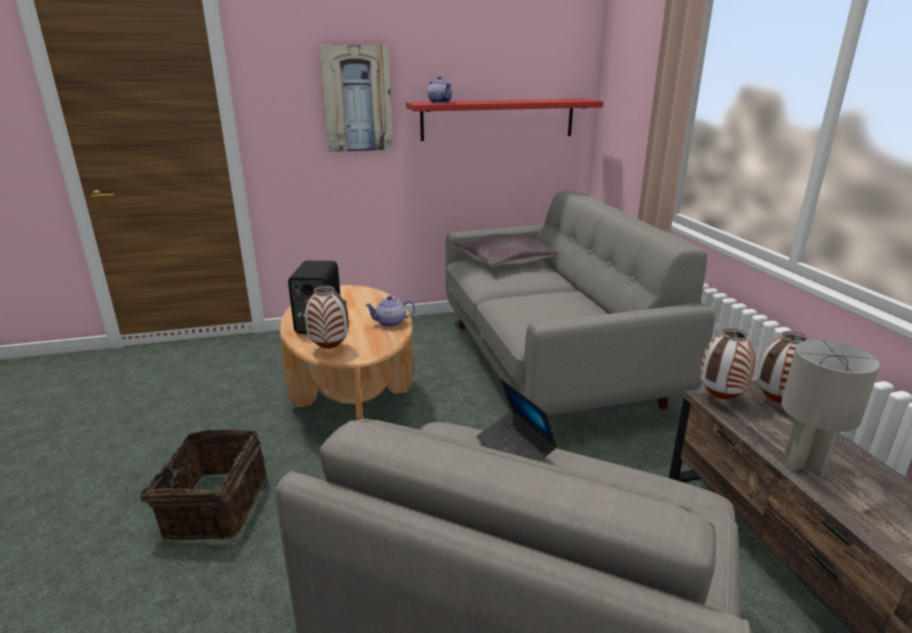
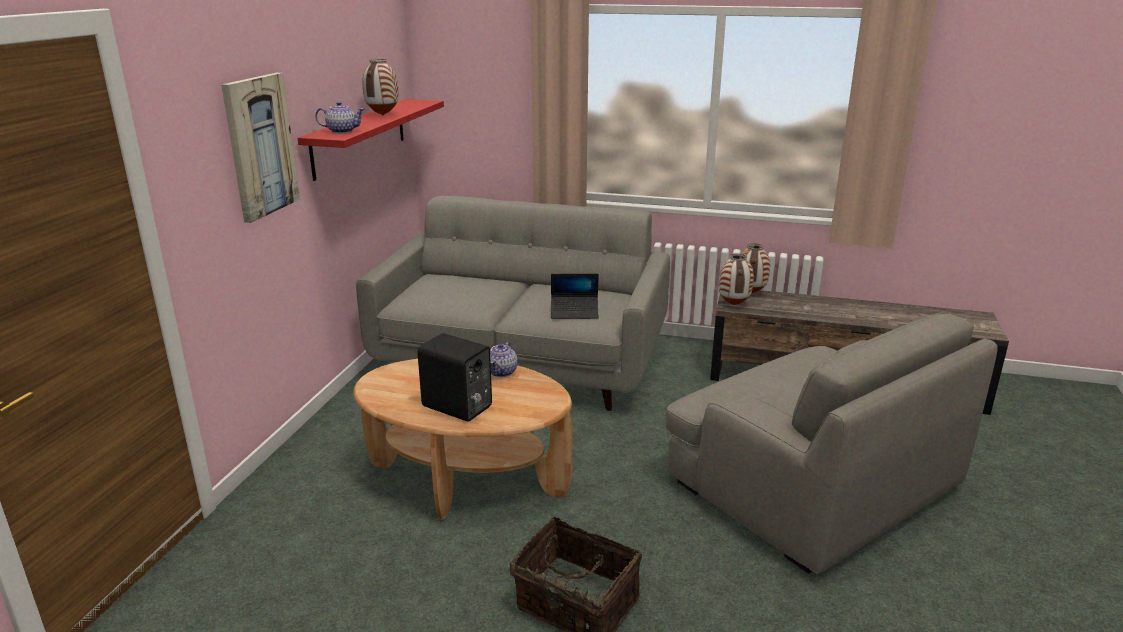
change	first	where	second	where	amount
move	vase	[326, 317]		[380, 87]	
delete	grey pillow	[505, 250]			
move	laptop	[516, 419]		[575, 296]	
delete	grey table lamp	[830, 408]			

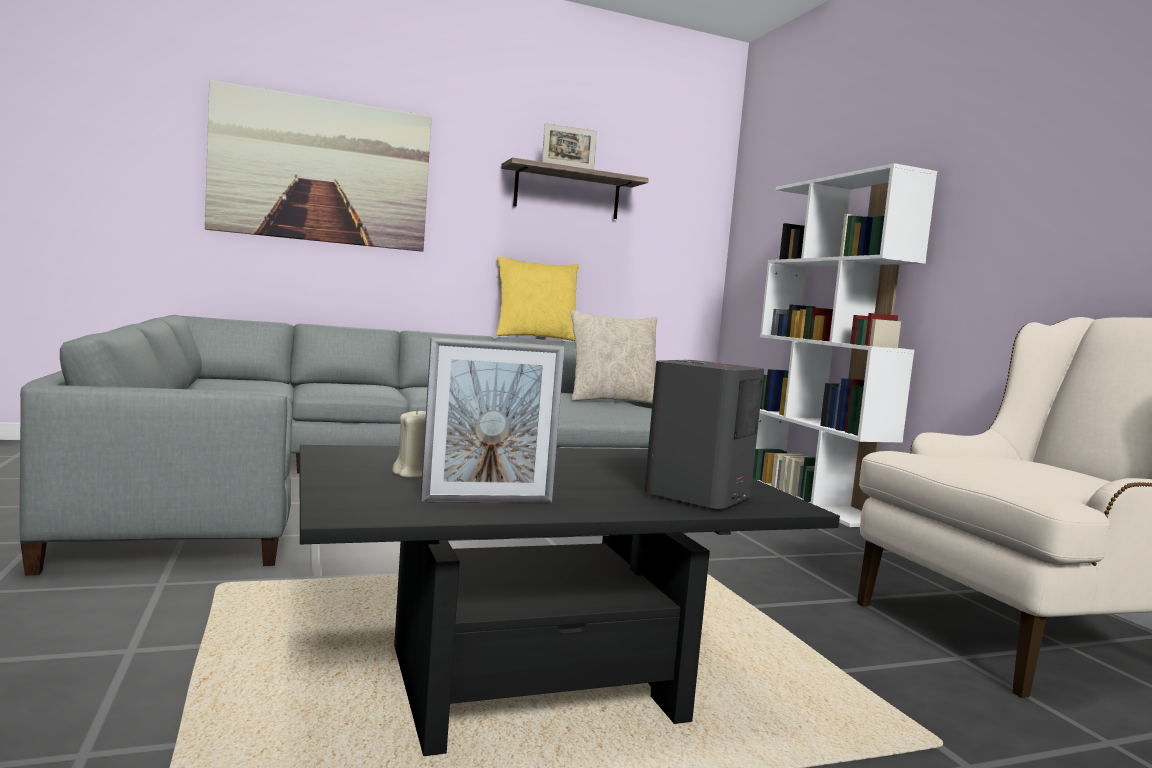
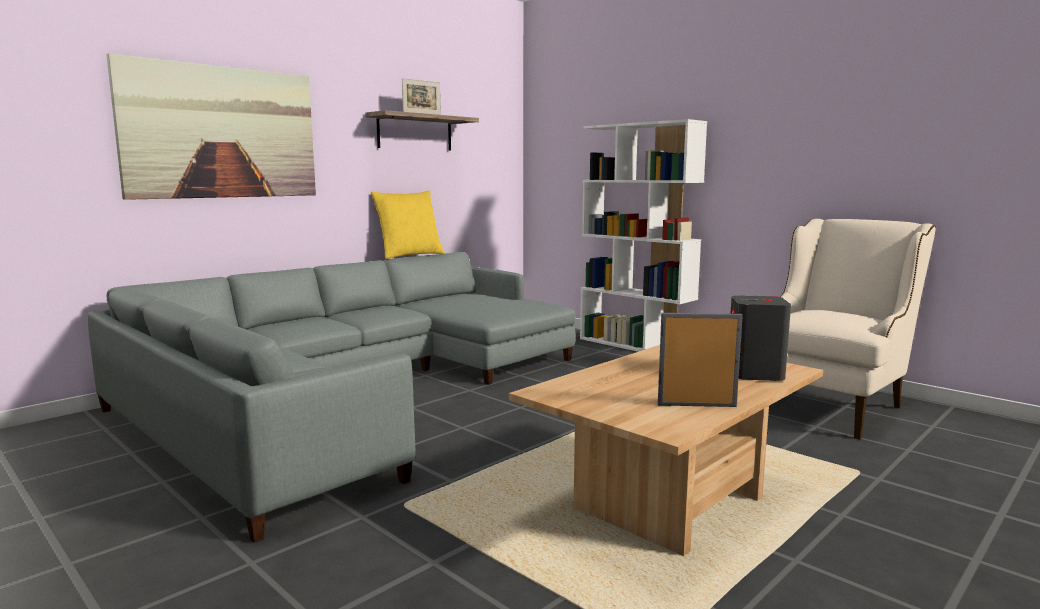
change	first	where	second	where	amount
recolor	black coffee table	[569, 600]	beige coffee table	[666, 450]	
delete	beige candle	[409, 443]			
rotate	picture frame	[493, 420]		[700, 360]	135 degrees counterclockwise
delete	beige pillow	[613, 357]			

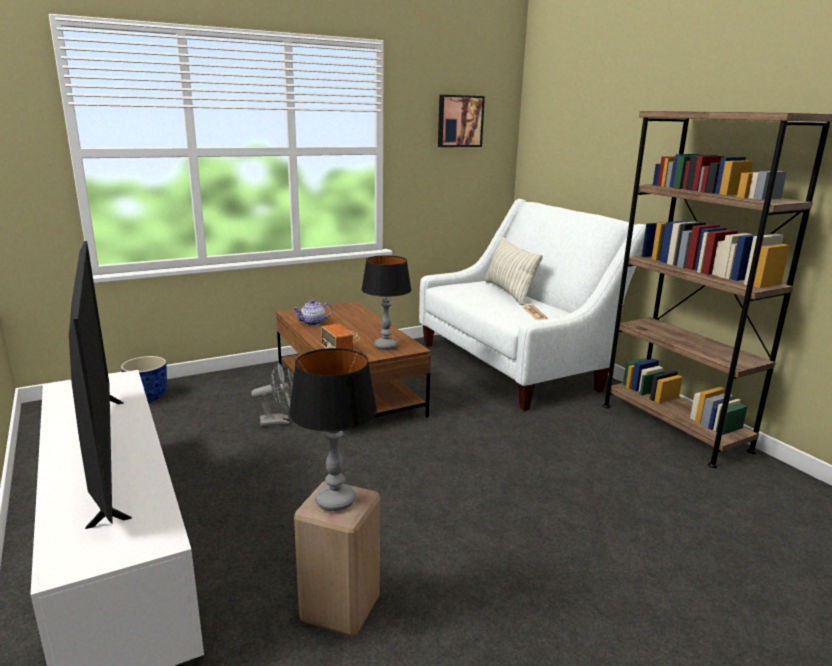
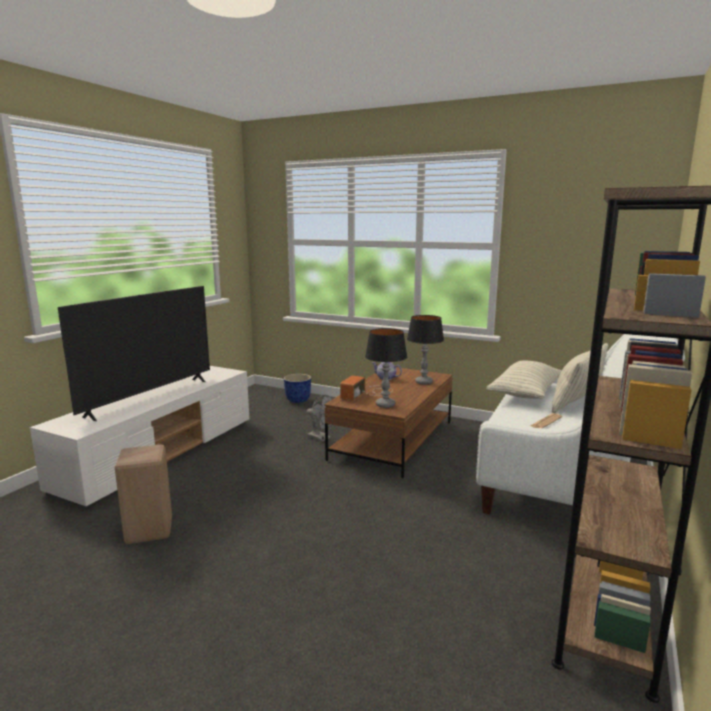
change	first	where	second	where	amount
move	table lamp	[333, 429]		[425, 350]	
delete	picture	[461, 121]			
insert			pillow	[524, 380]	

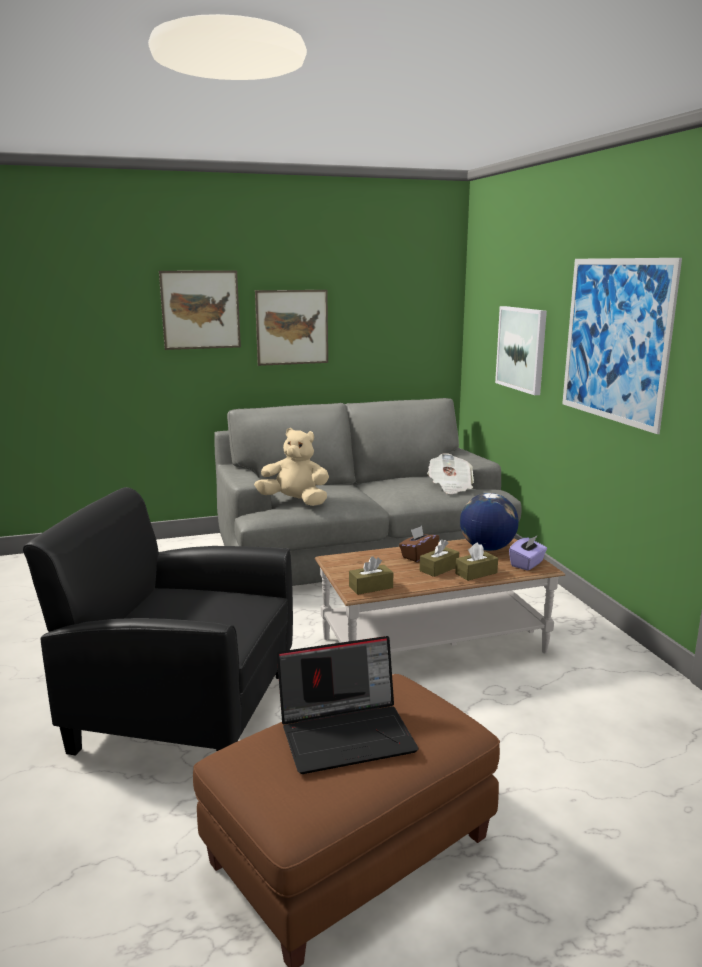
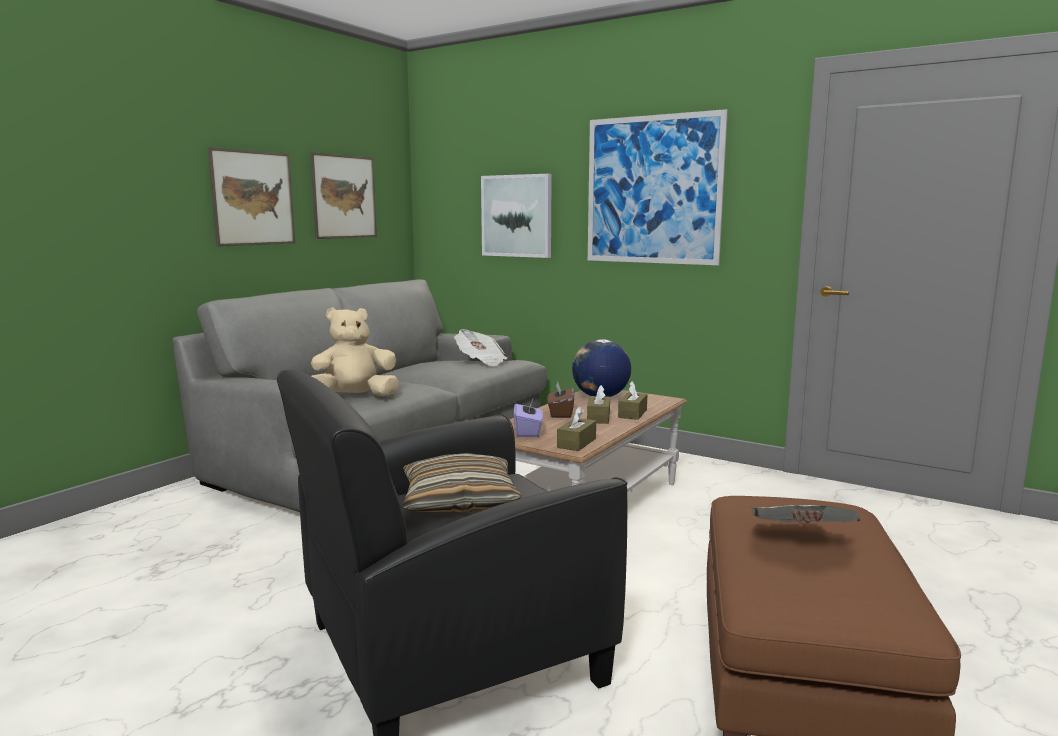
change	first	where	second	where	amount
move	picture	[200, 310]		[343, 195]	
replace	laptop	[348, 705]	newspaper	[806, 515]	
move	purple tissue box	[528, 553]		[528, 418]	
insert			pillow	[462, 483]	

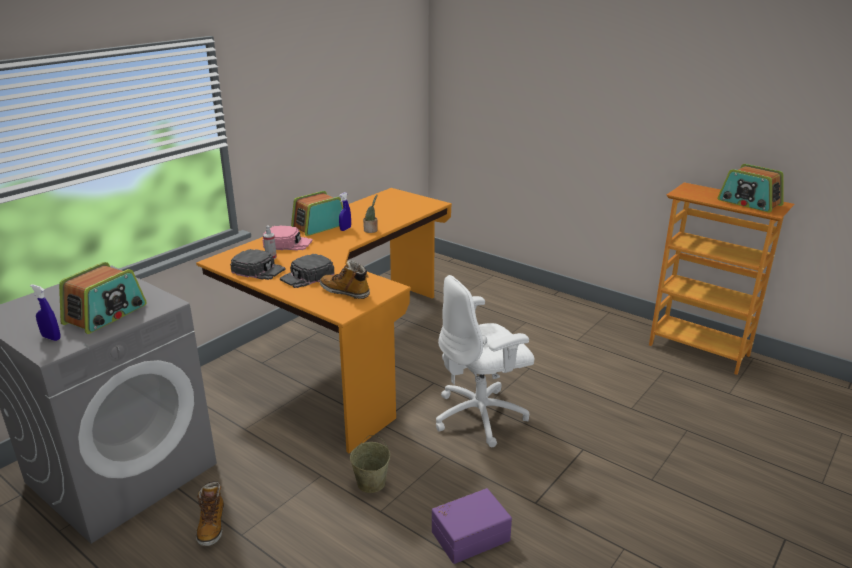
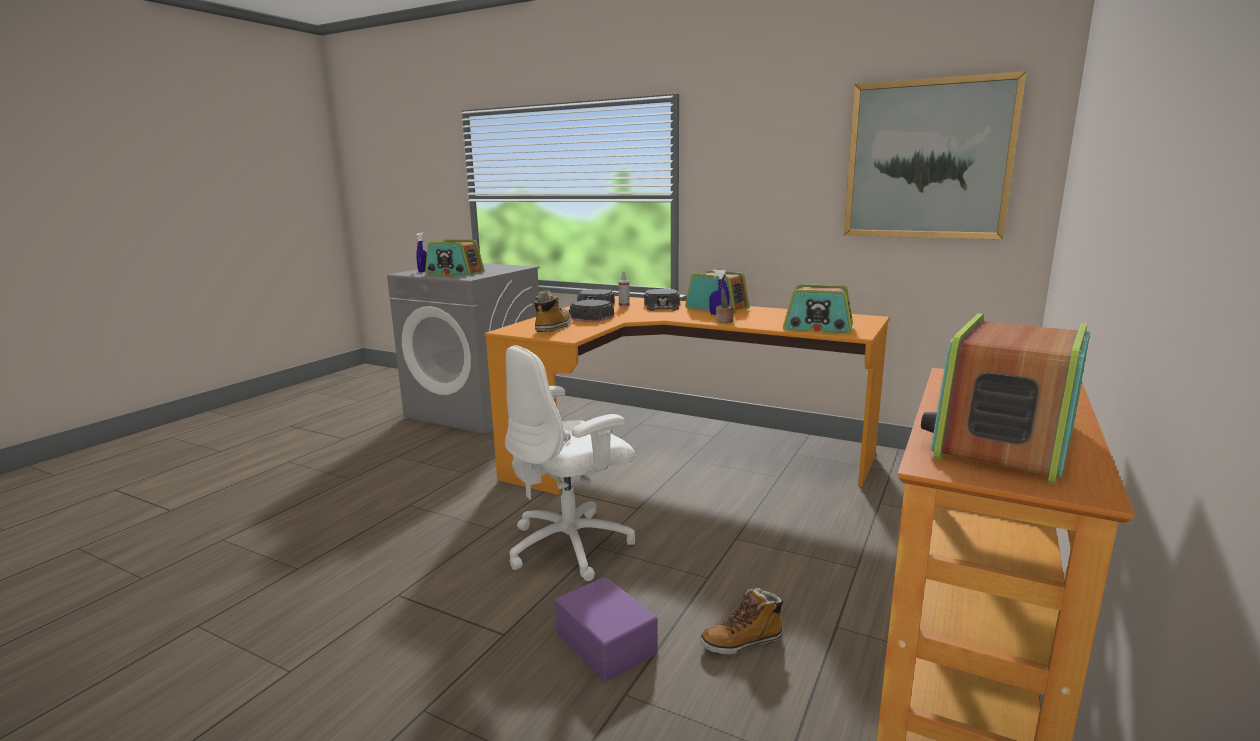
change	first	where	second	where	amount
move	boot	[210, 513]		[741, 621]	
recolor	pink cap	[288, 238]	black cap	[662, 300]	
delete	beige bucket	[370, 464]			
move	purple storage box	[472, 526]		[606, 629]	
rotate	white office chair	[485, 361]		[570, 463]	90 degrees counterclockwise
insert			radio	[818, 309]	
insert			picture	[935, 155]	

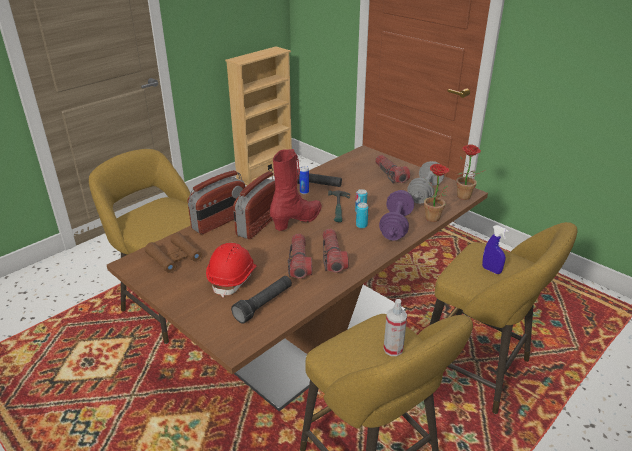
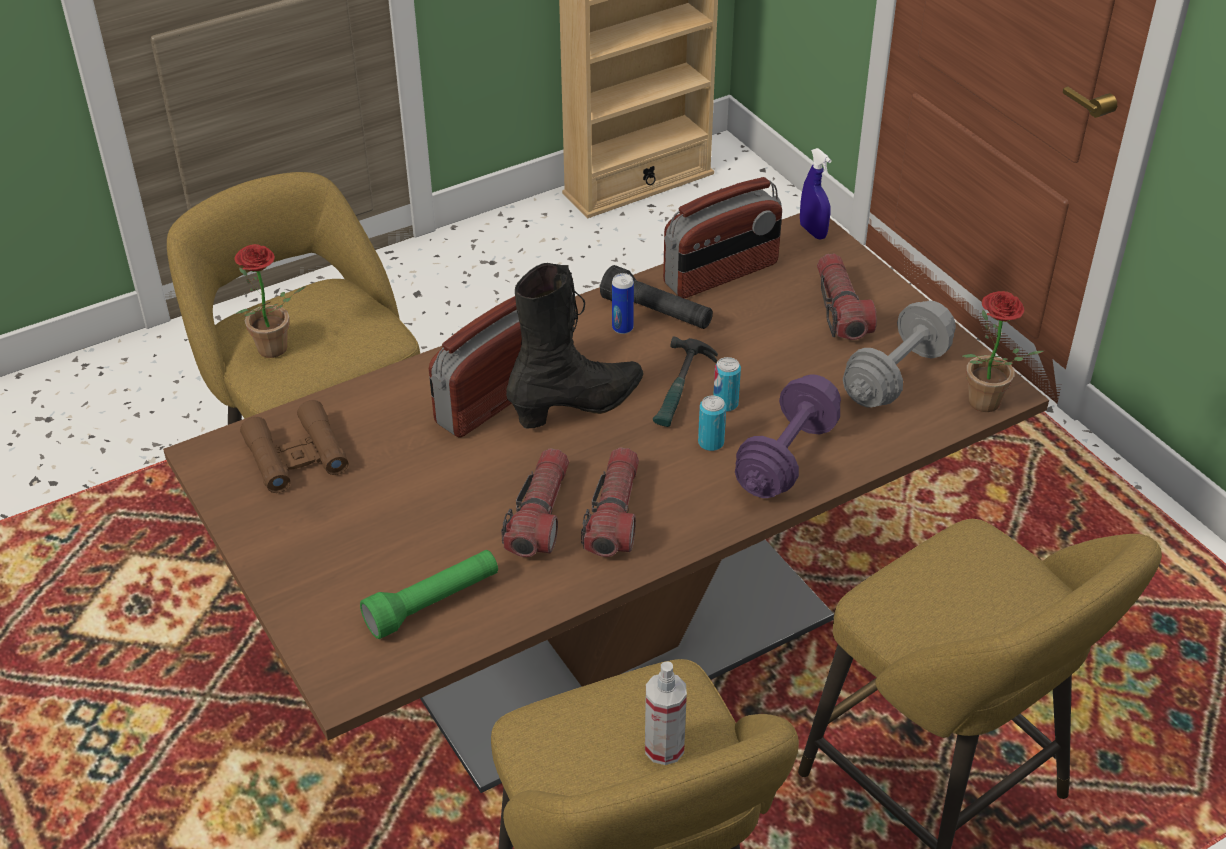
change	first	where	second	where	amount
move	radio	[216, 202]		[722, 237]	
delete	red hard hat	[231, 270]			
recolor	black flashlight	[261, 300]	green flashlight	[429, 594]	
recolor	red boot	[296, 190]	black boot	[575, 345]	
move	potted plant	[437, 193]		[270, 301]	
move	blue spray bottle	[495, 249]		[816, 194]	

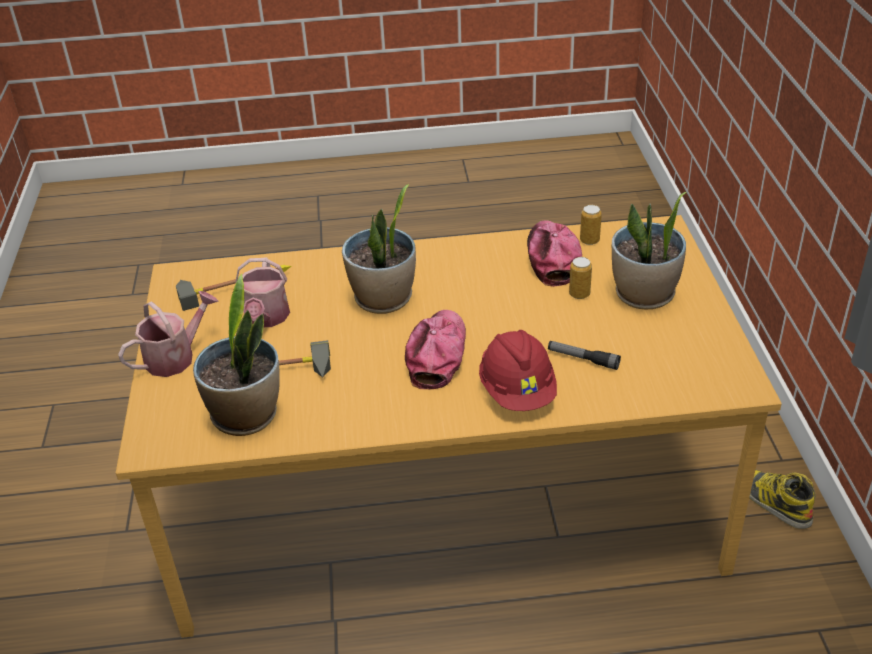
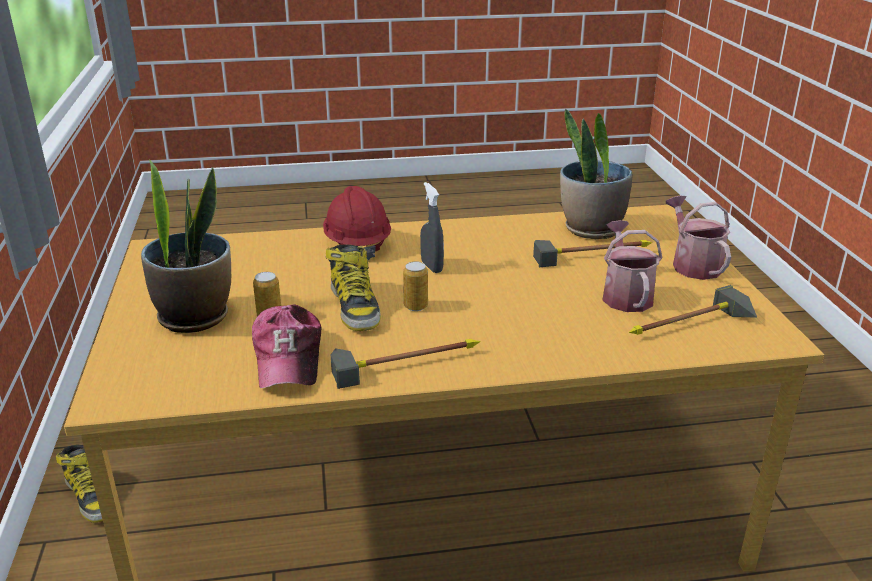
change	first	where	second	where	amount
rotate	watering can	[168, 334]		[698, 238]	120 degrees clockwise
delete	potted plant	[379, 249]			
replace	cap	[435, 349]	grey spray bottle	[432, 227]	
delete	flashlight	[584, 355]			
move	can	[591, 225]		[415, 286]	
insert			boot	[353, 287]	
insert			hammer	[406, 364]	

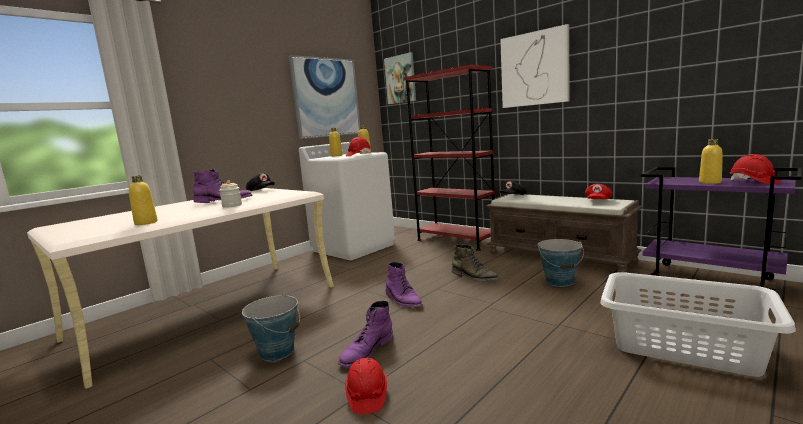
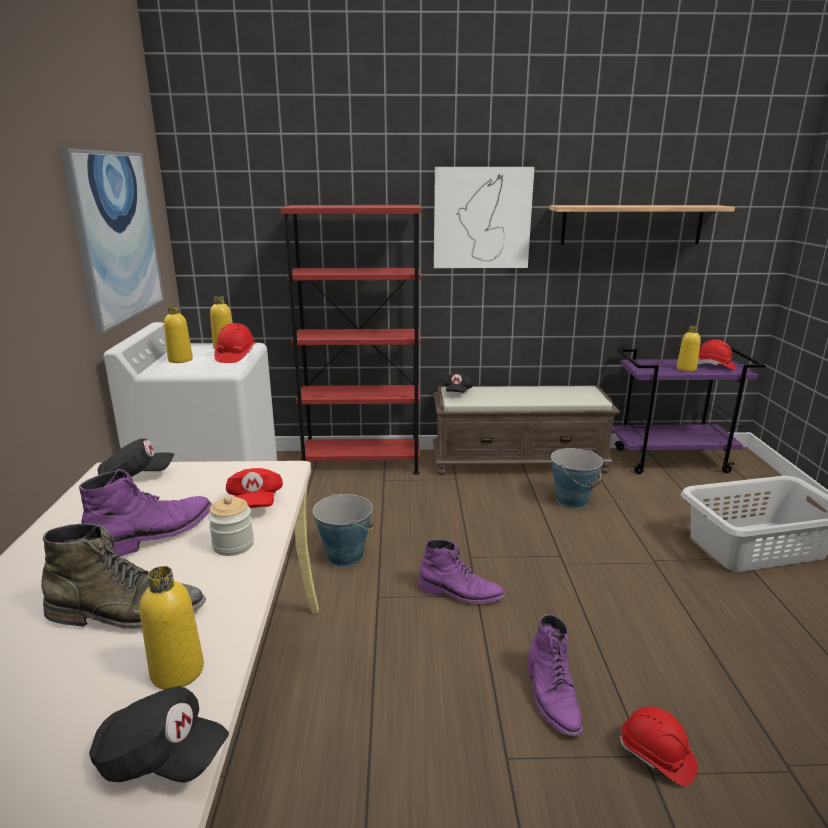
change	first	where	second	where	amount
move	bucket	[271, 327]		[343, 530]	
delete	picture	[400, 78]			
move	green boot	[475, 262]		[123, 576]	
move	red cap	[598, 191]		[254, 488]	
insert			black cap	[159, 734]	
insert			shelf	[642, 225]	

